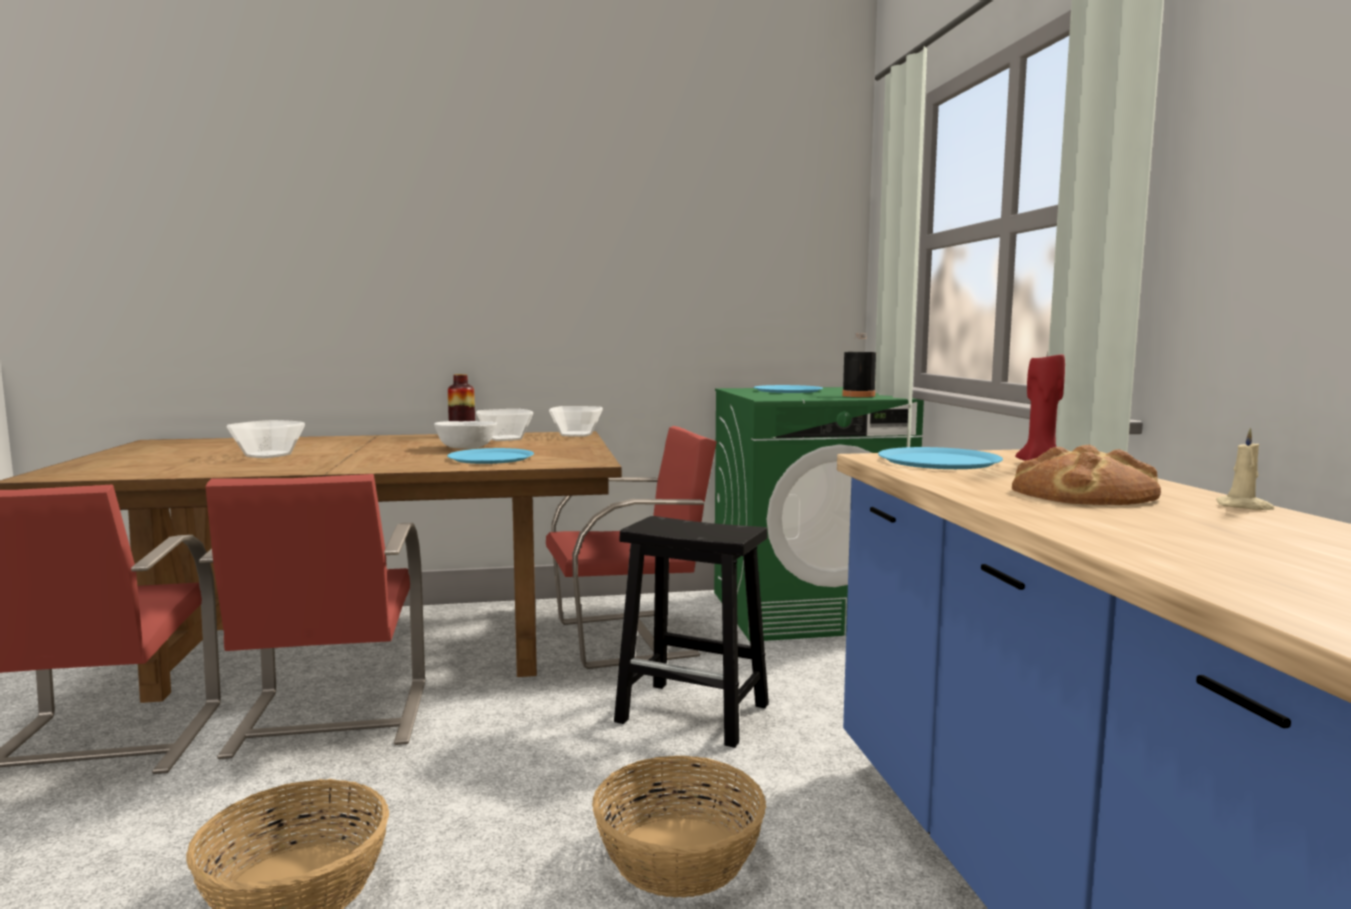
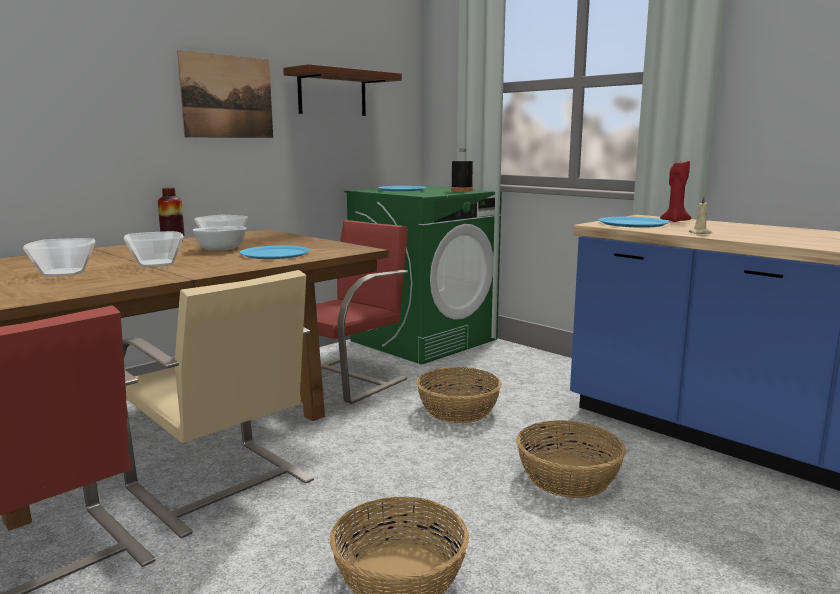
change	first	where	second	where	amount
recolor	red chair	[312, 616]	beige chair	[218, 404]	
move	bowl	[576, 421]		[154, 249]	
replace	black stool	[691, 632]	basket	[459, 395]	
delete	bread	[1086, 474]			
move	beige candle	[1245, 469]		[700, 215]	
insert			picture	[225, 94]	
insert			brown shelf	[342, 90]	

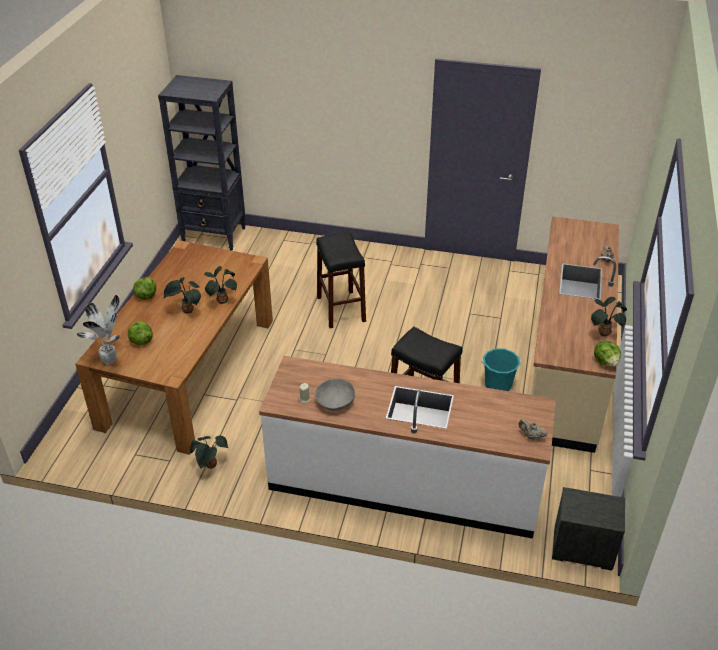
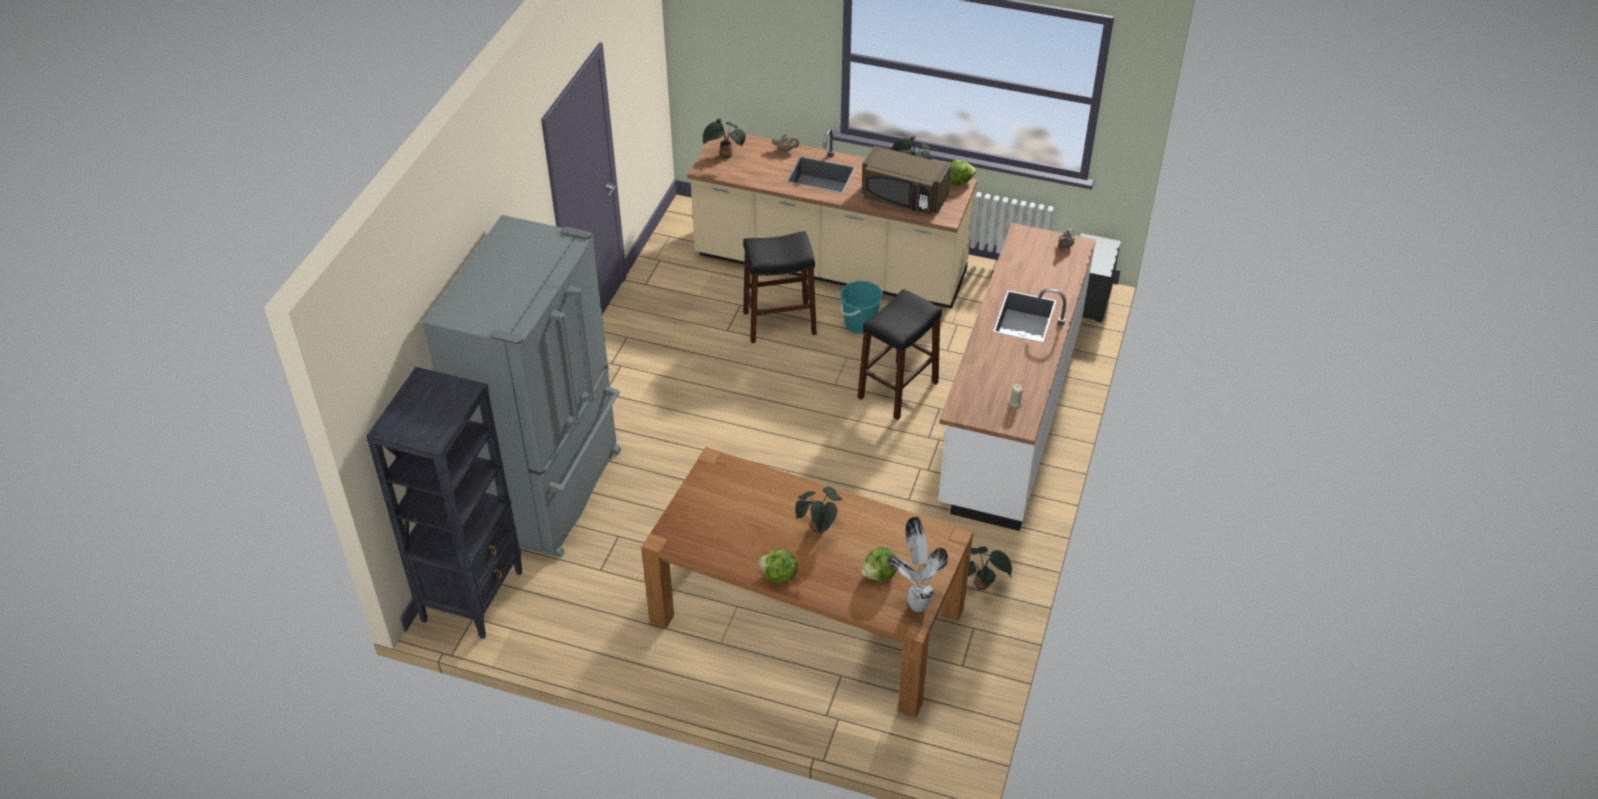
change	first	where	second	where	amount
move	potted plant	[220, 285]		[724, 138]	
delete	grey bowl	[335, 395]			
move	black stool	[341, 280]		[780, 287]	
insert			grey fridge	[522, 386]	
insert			brown microwave	[906, 180]	

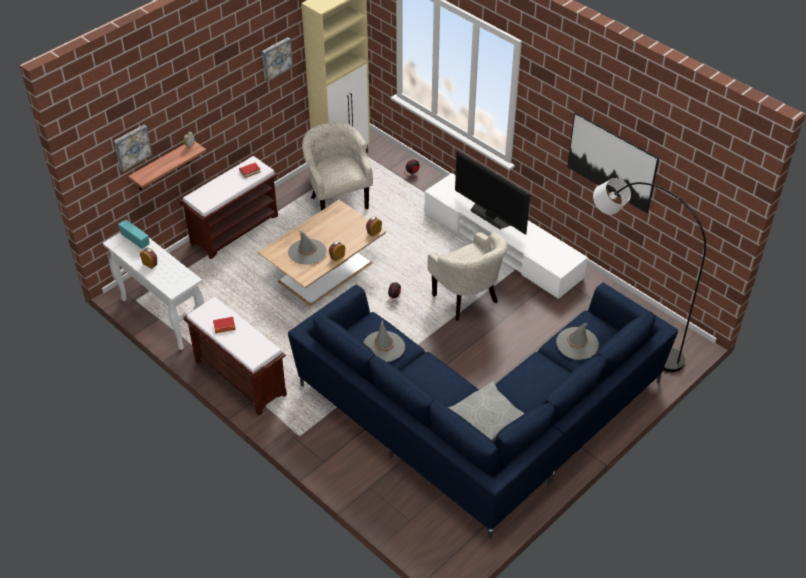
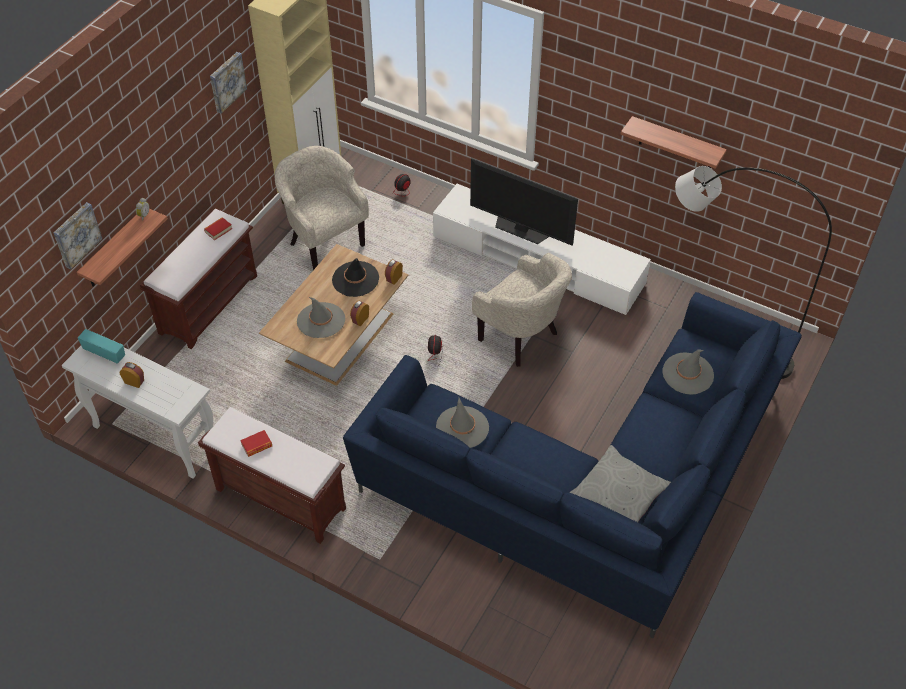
change	first	where	second	where	amount
replace	picture	[613, 162]	shelf	[673, 142]	
insert			black hat	[355, 277]	

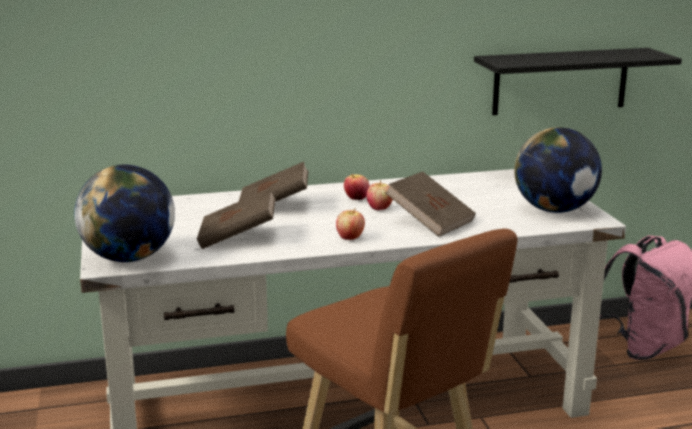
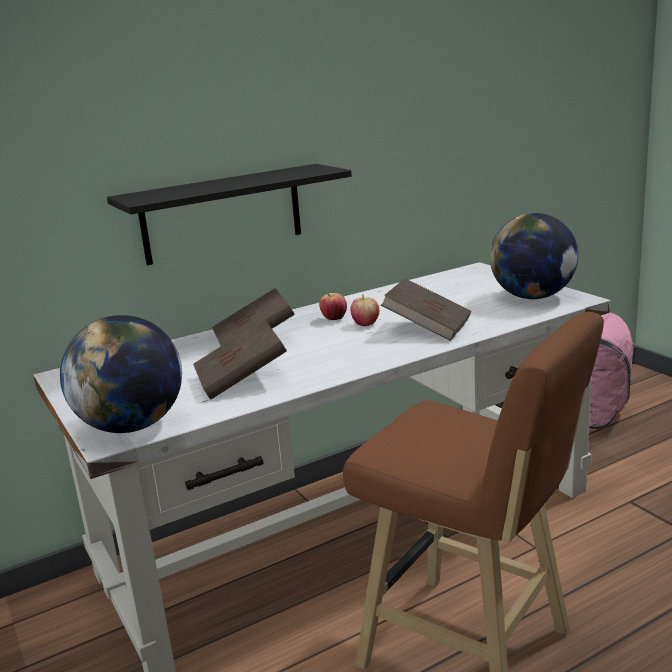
change	first	where	second	where	amount
delete	apple	[350, 224]			
move	black shelf	[578, 81]		[229, 214]	

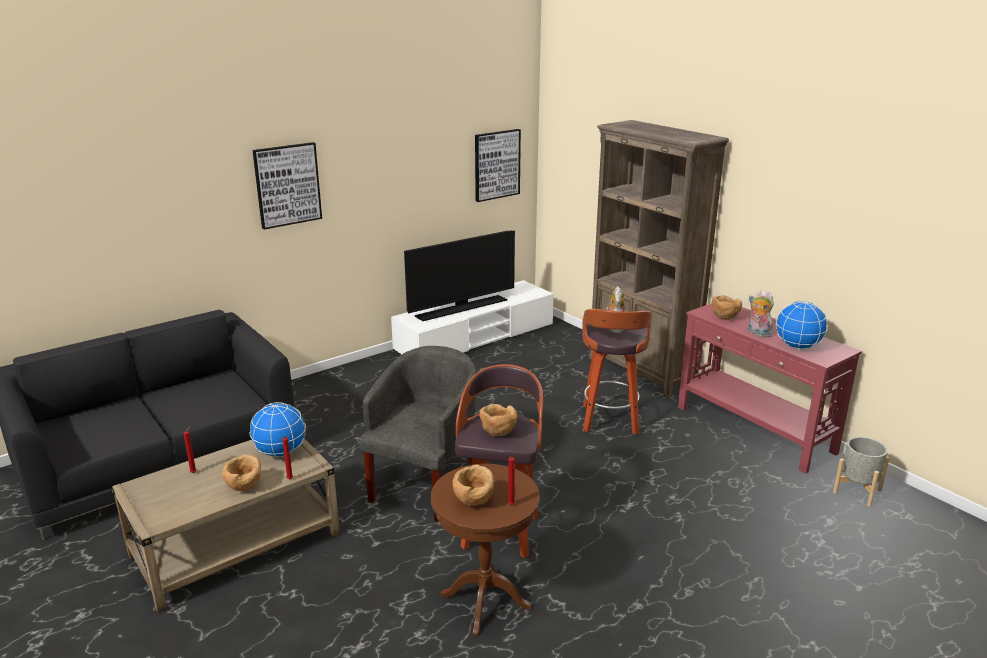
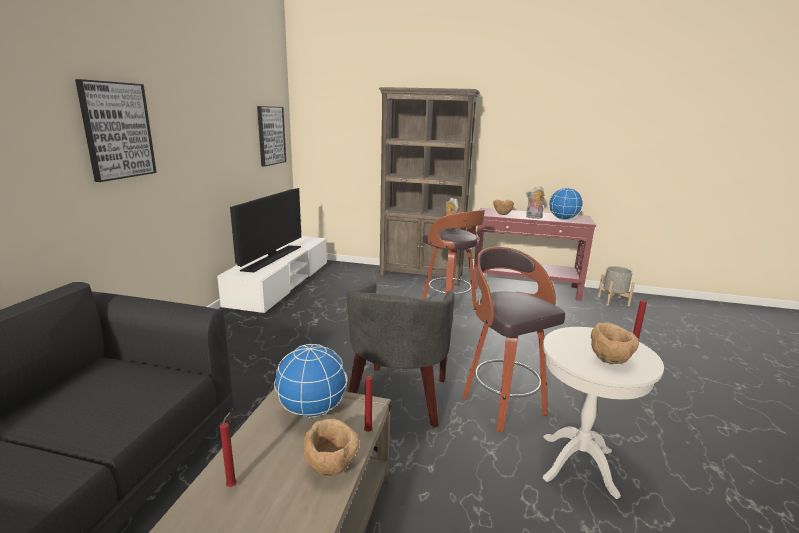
change	first	where	second	where	amount
rotate	grey armchair	[418, 434]		[400, 354]	150 degrees counterclockwise
recolor	brown side table	[485, 550]	white side table	[603, 413]	
delete	brown bowl	[498, 420]			

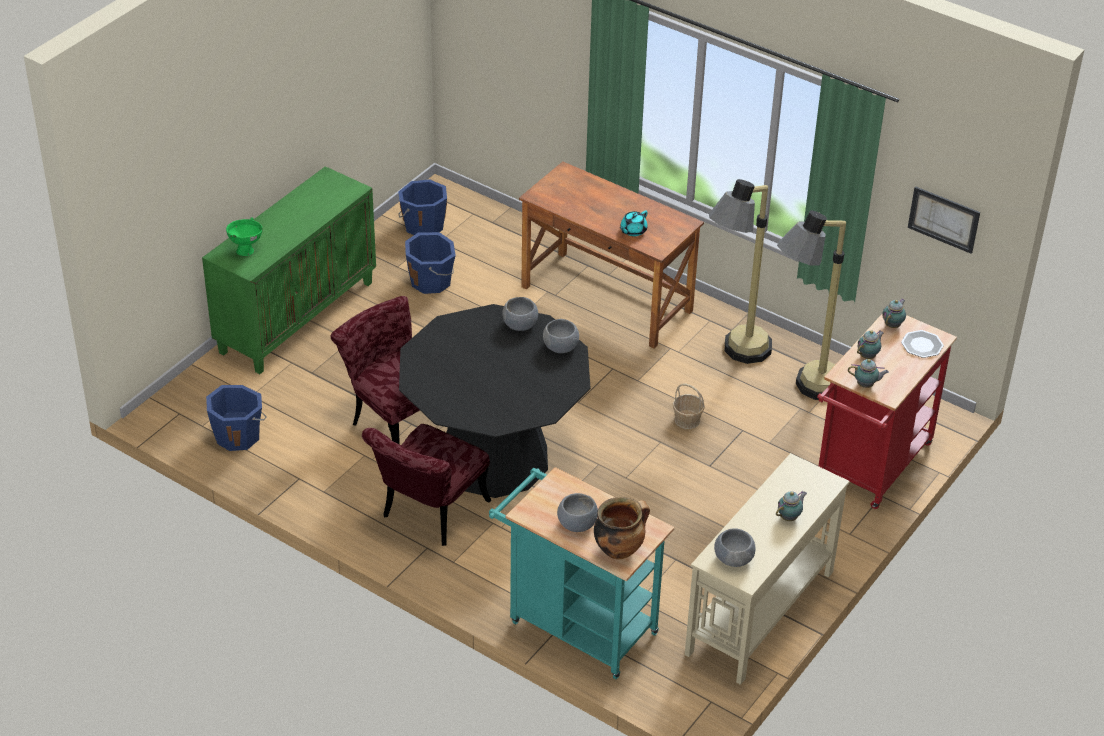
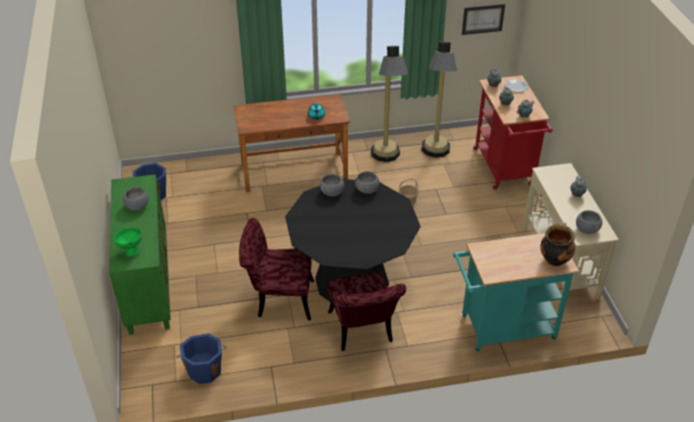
change	first	where	second	where	amount
delete	blue bucket	[430, 263]			
move	grey bowl	[577, 512]		[136, 199]	

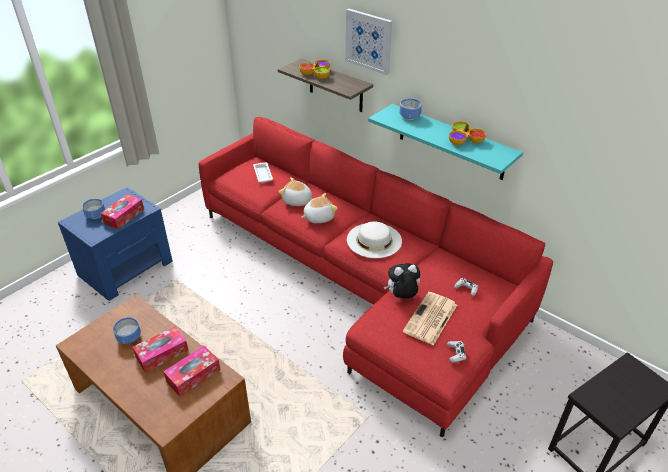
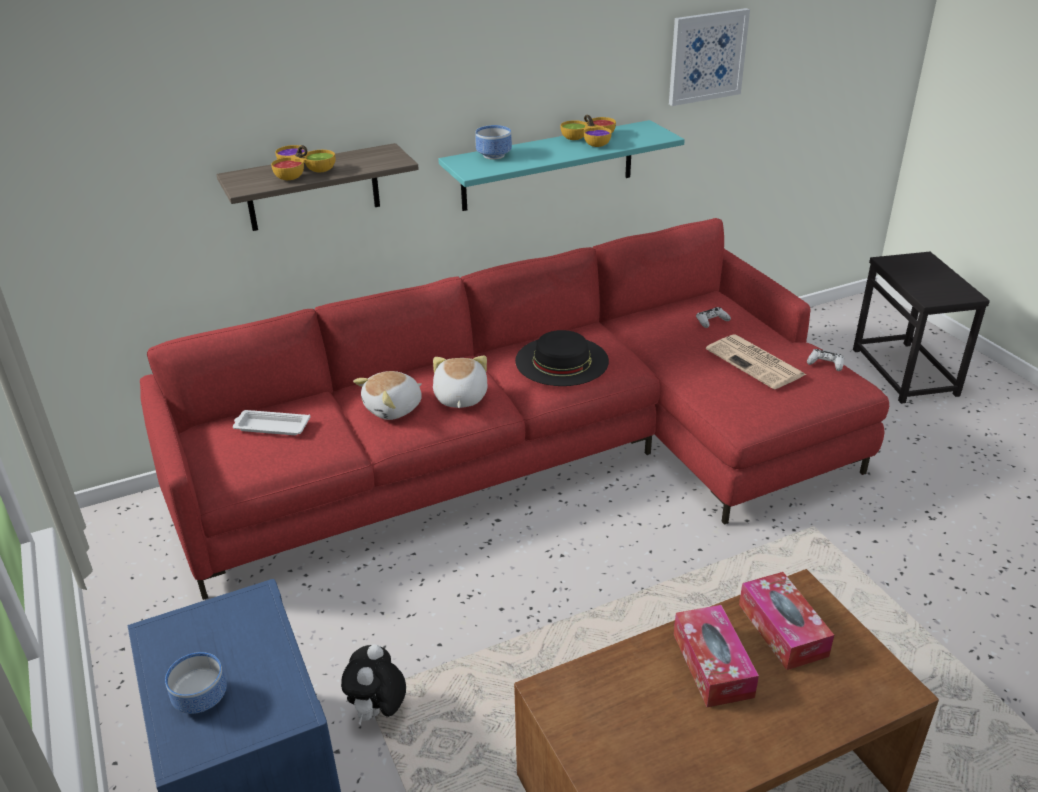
change	first	where	second	where	amount
delete	tissue box	[122, 211]			
delete	bowl	[127, 330]			
move	picture	[369, 42]		[709, 57]	
recolor	white hat	[374, 240]	black hat	[562, 358]	
move	plush toy	[402, 280]		[373, 685]	

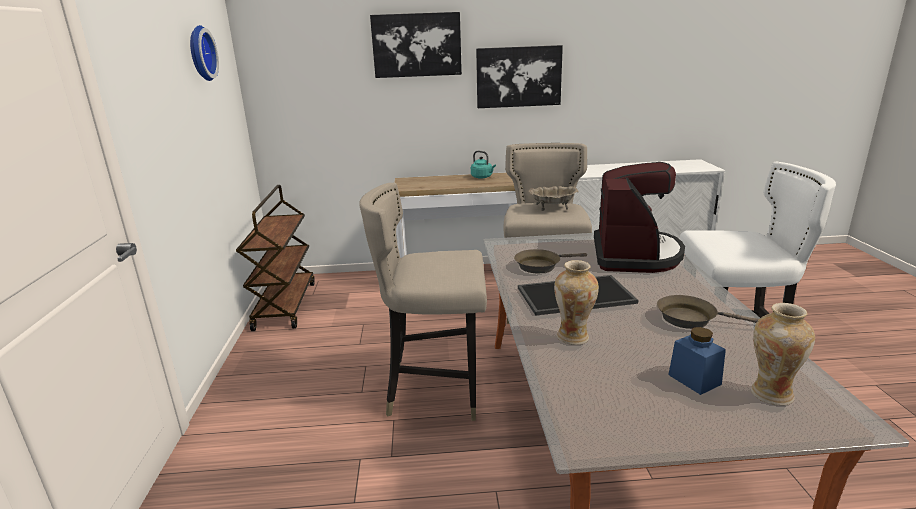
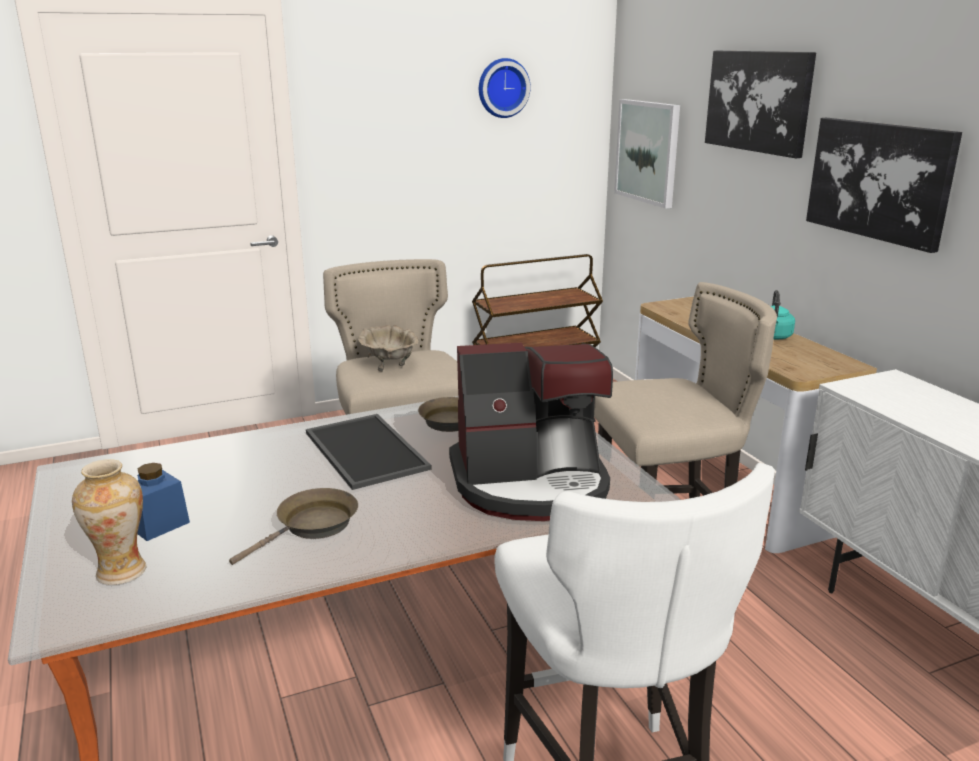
change	first	where	second	where	amount
move	beige bowl	[553, 198]		[388, 348]	
delete	vase	[576, 302]			
rotate	brown frying pan	[708, 312]		[293, 526]	45 degrees clockwise
insert			picture	[647, 154]	

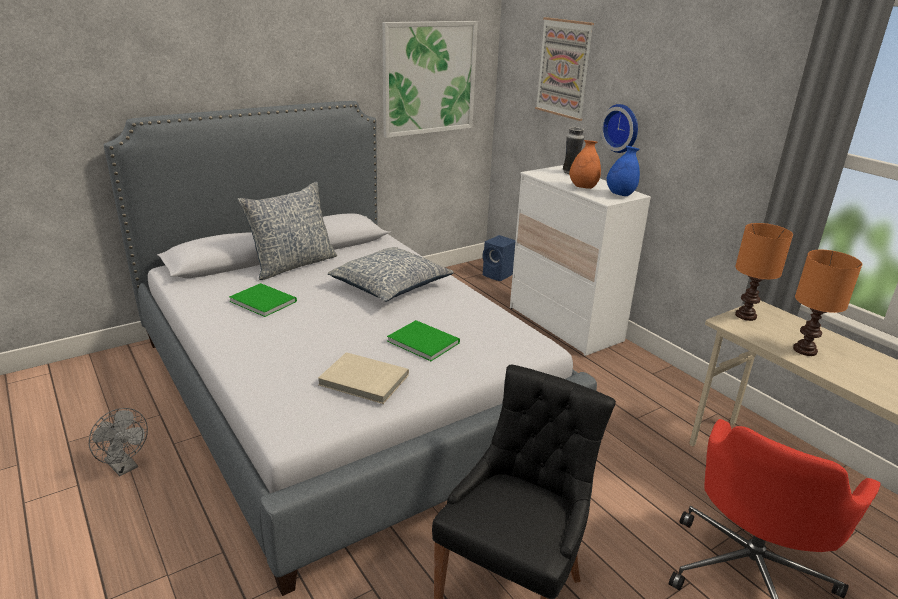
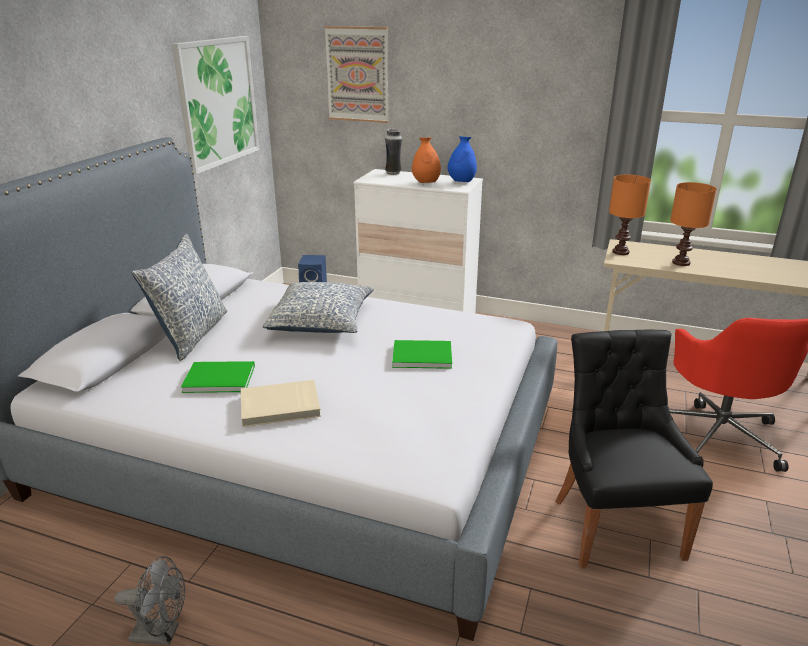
change	first	where	second	where	amount
move	beige book	[363, 378]		[281, 403]	
delete	wall clock	[619, 128]			

